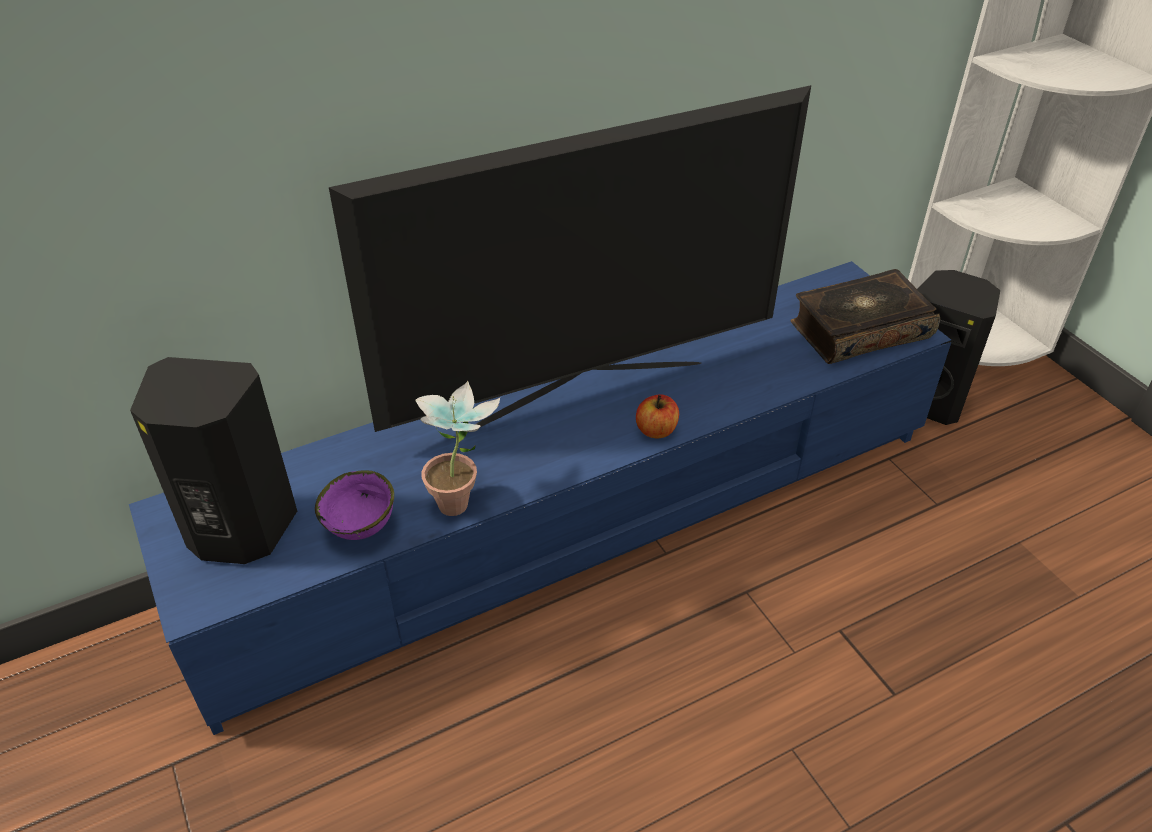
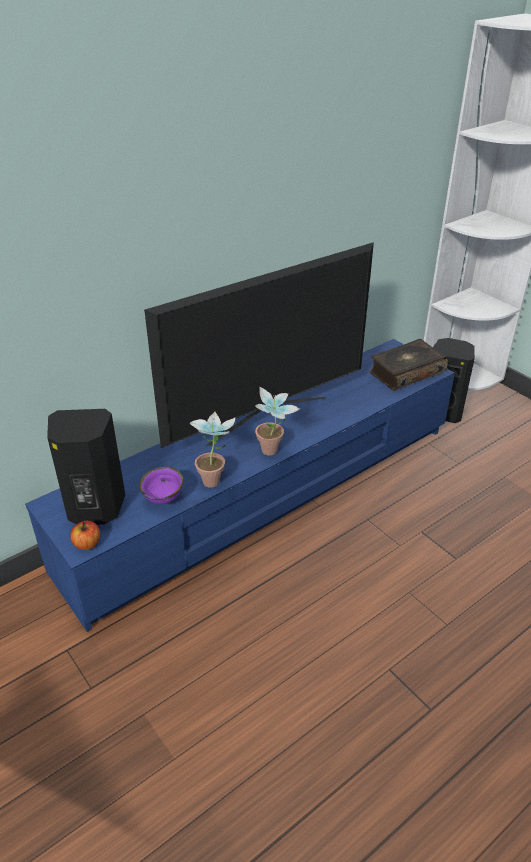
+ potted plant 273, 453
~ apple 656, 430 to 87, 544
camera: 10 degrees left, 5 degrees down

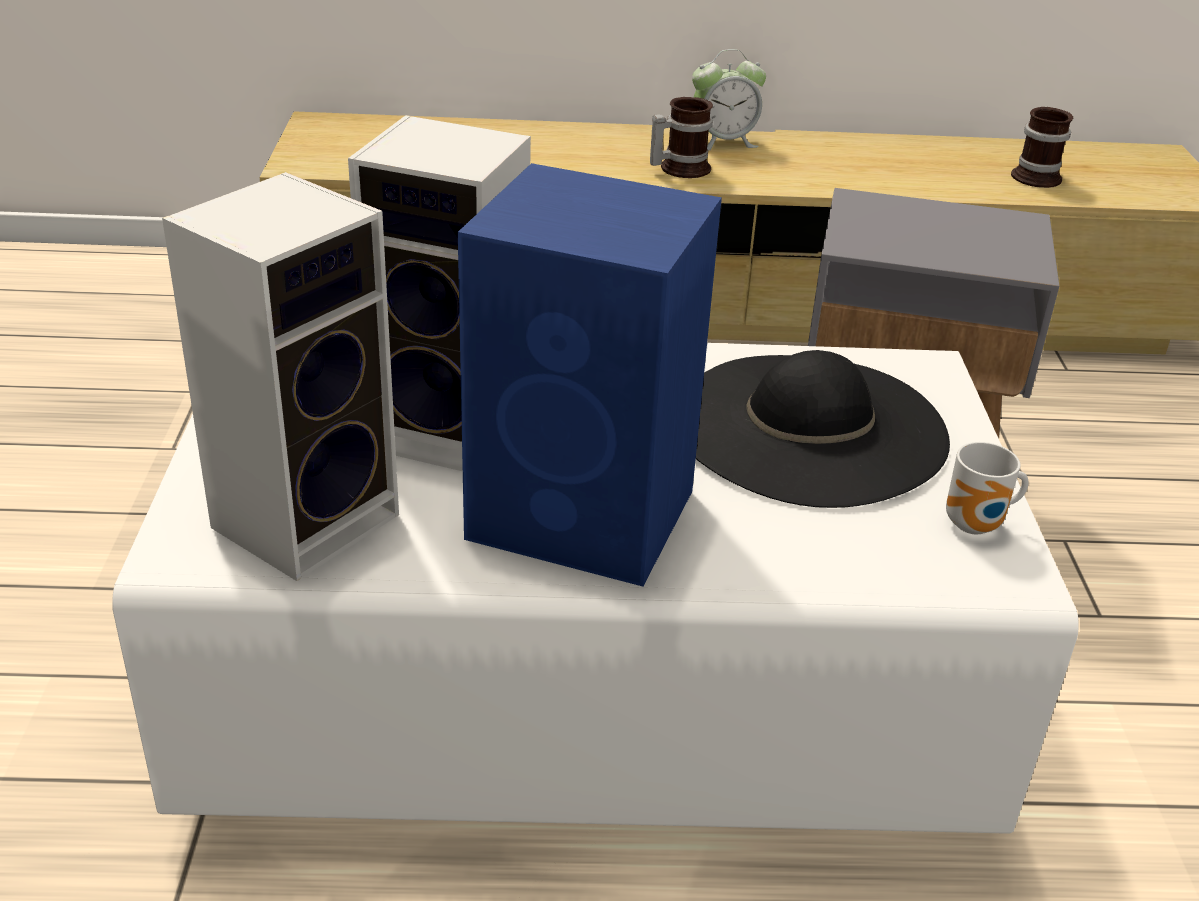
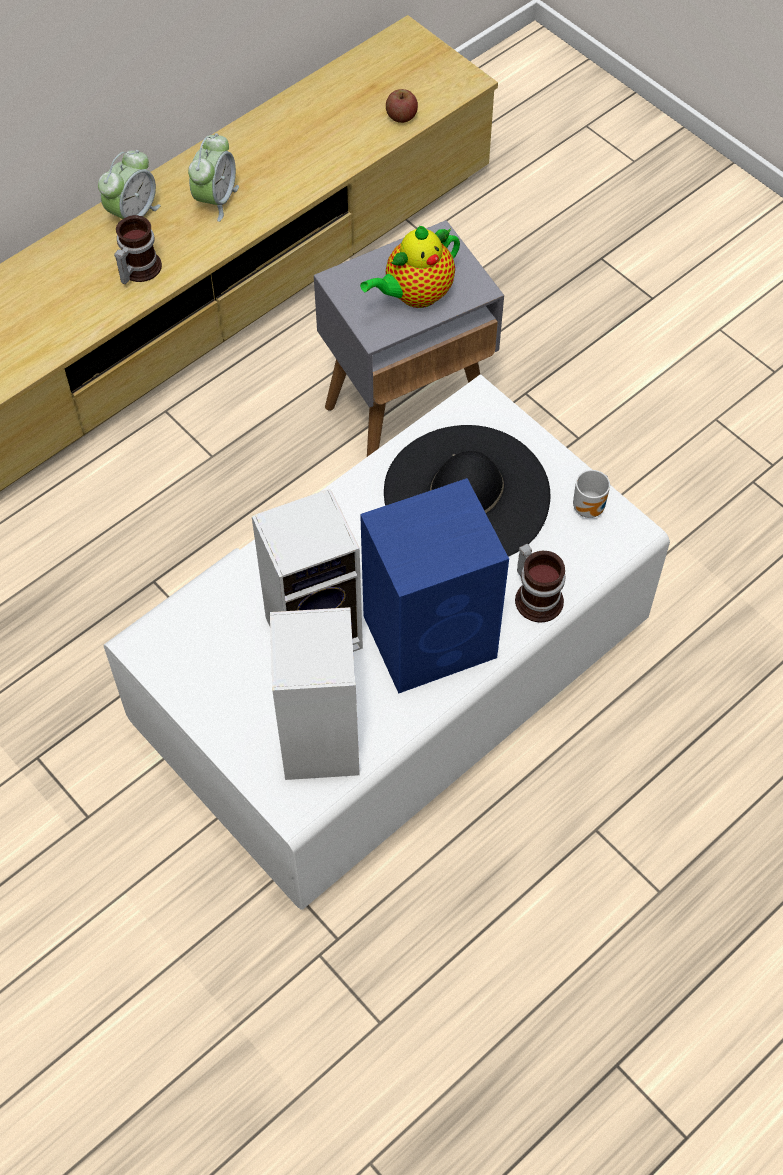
+ alarm clock 216, 200
+ teapot 415, 295
+ apple 401, 116
~ mug 1038, 176 to 538, 596
camera: 40 degrees left, 25 degrees up

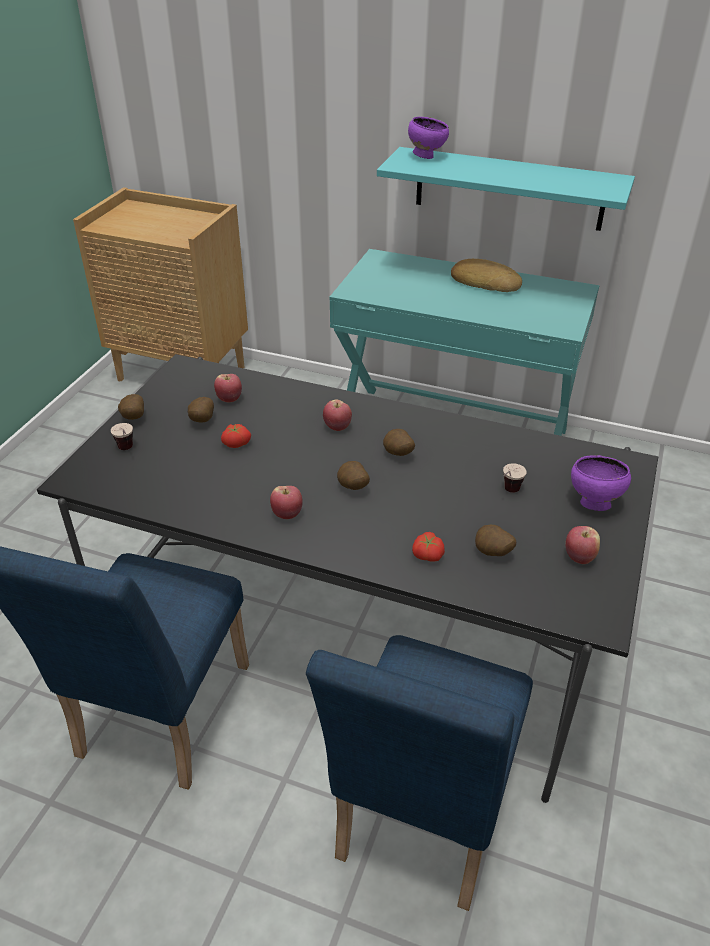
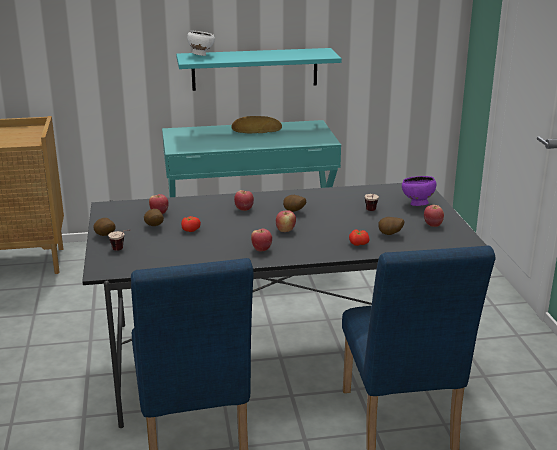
~ potato 352, 488 to apple 285, 230
~ bowl (purple) 426, 156 to bowl (white) 201, 55
camera: 30 degrees left, 15 degrees down

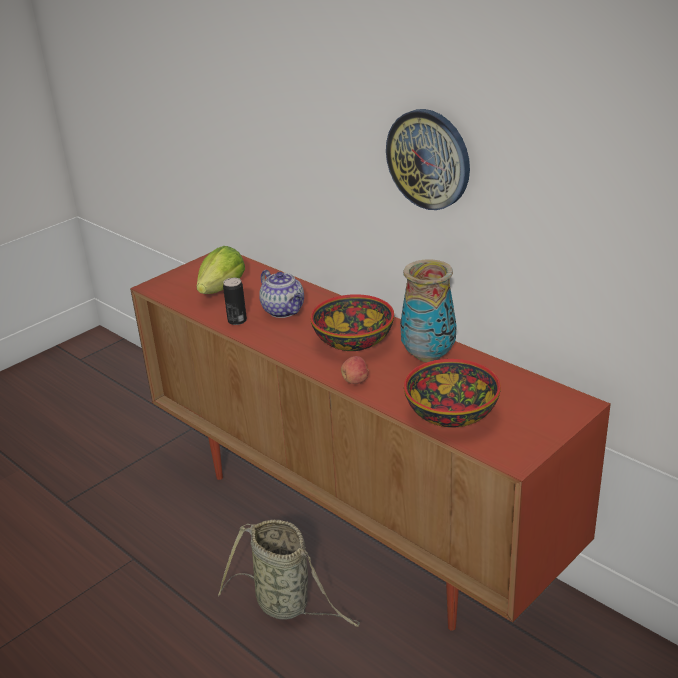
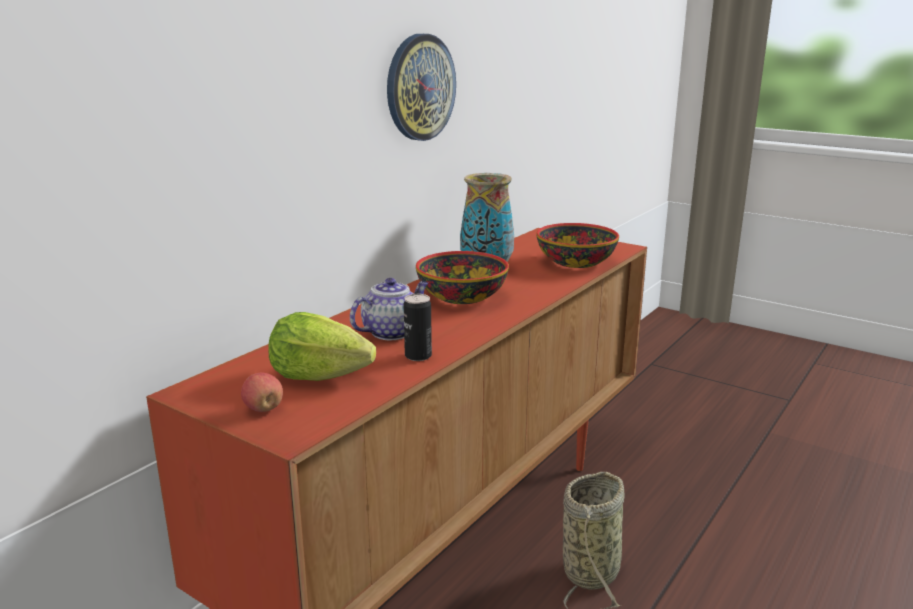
~ apple 355, 381 to 263, 409
camera: 100 degrees left, 10 degrees down

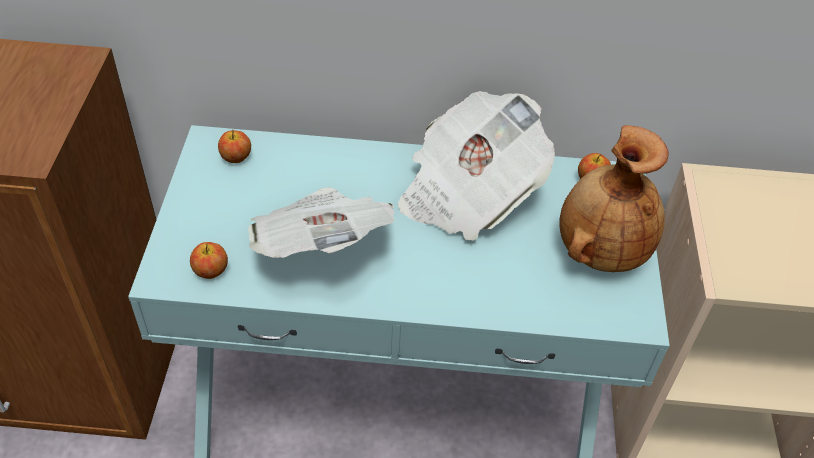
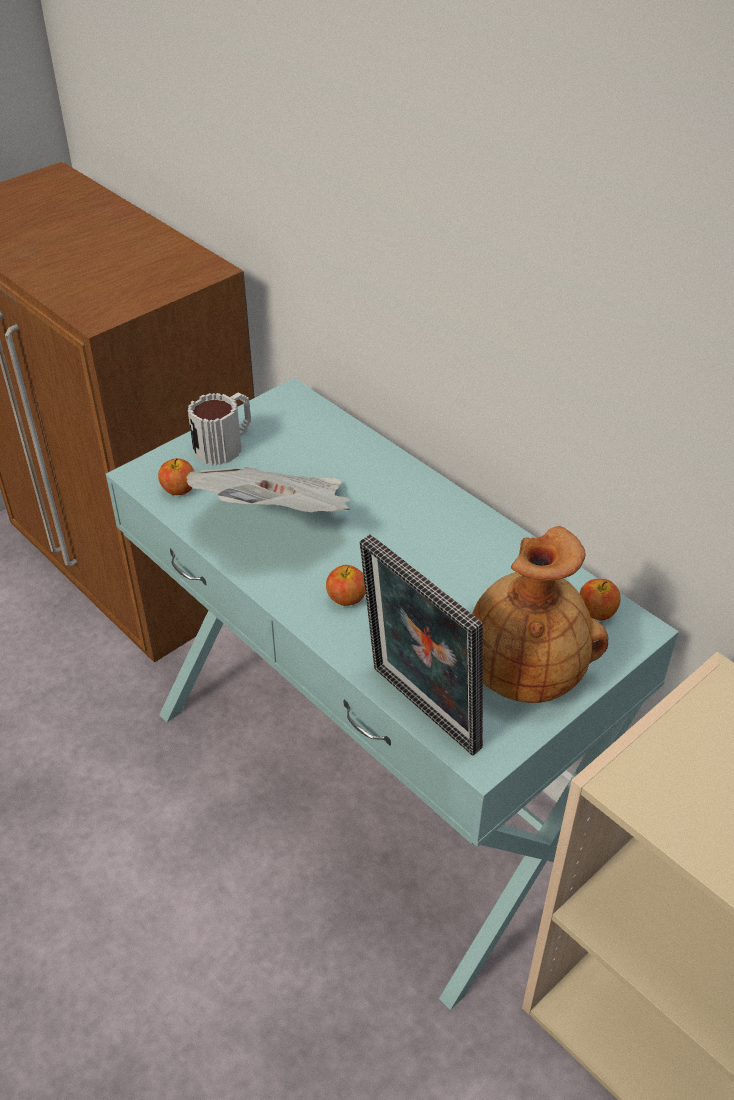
- newspaper 468, 192
+ mug 225, 445
+ picture frame 419, 712
~ apple 236, 157 to 346, 598
camera: 45 degrees right, 5 degrees down

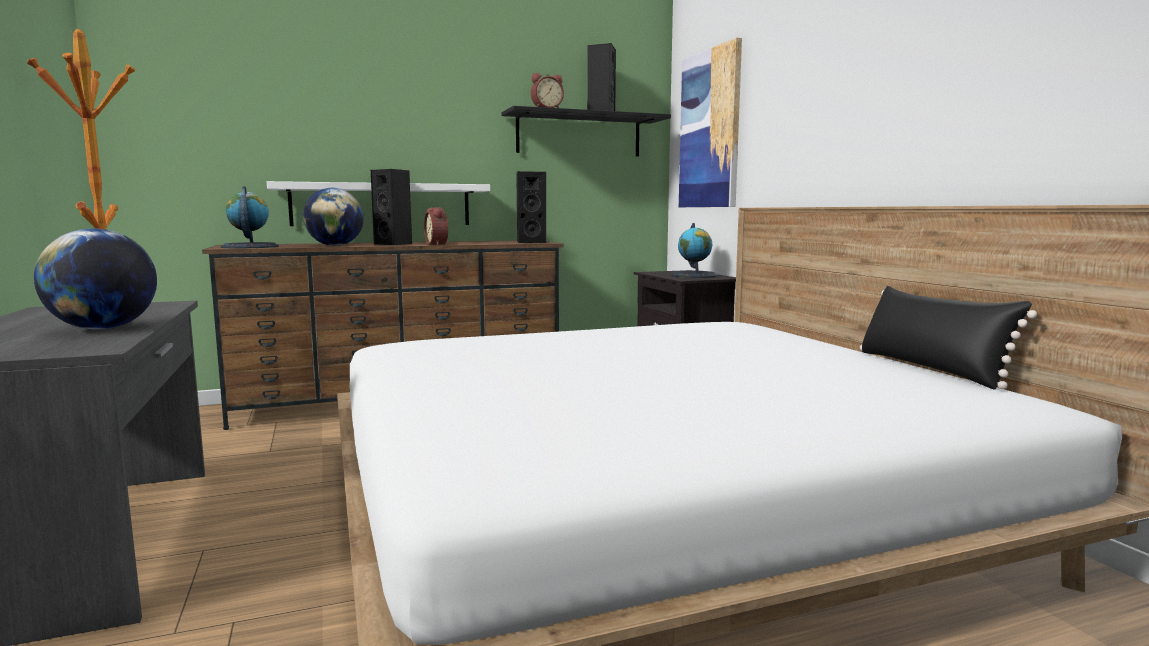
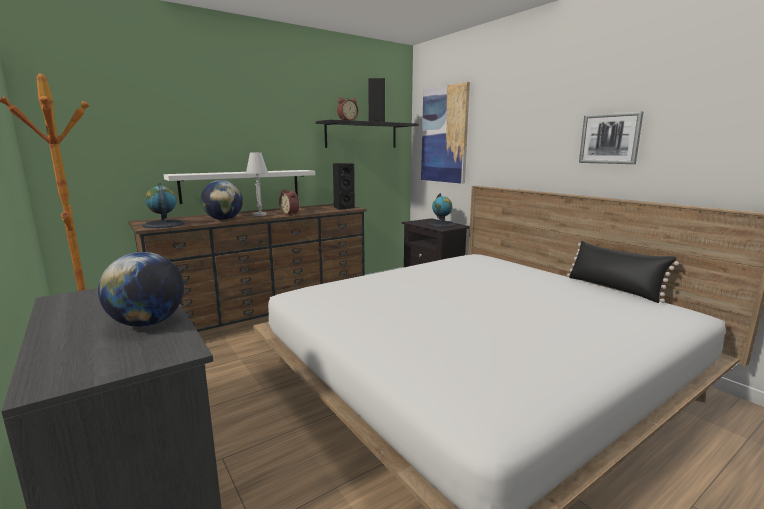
+ picture 610, 138
~ speaker (black) 394, 244 to table lamp (white) 260, 214
camera: 15 degrees left, 5 degrees up

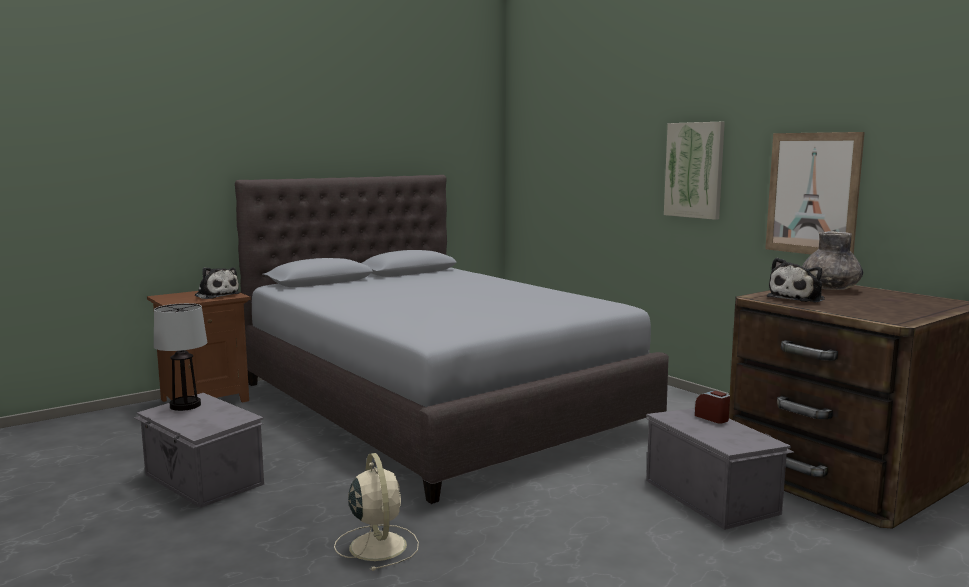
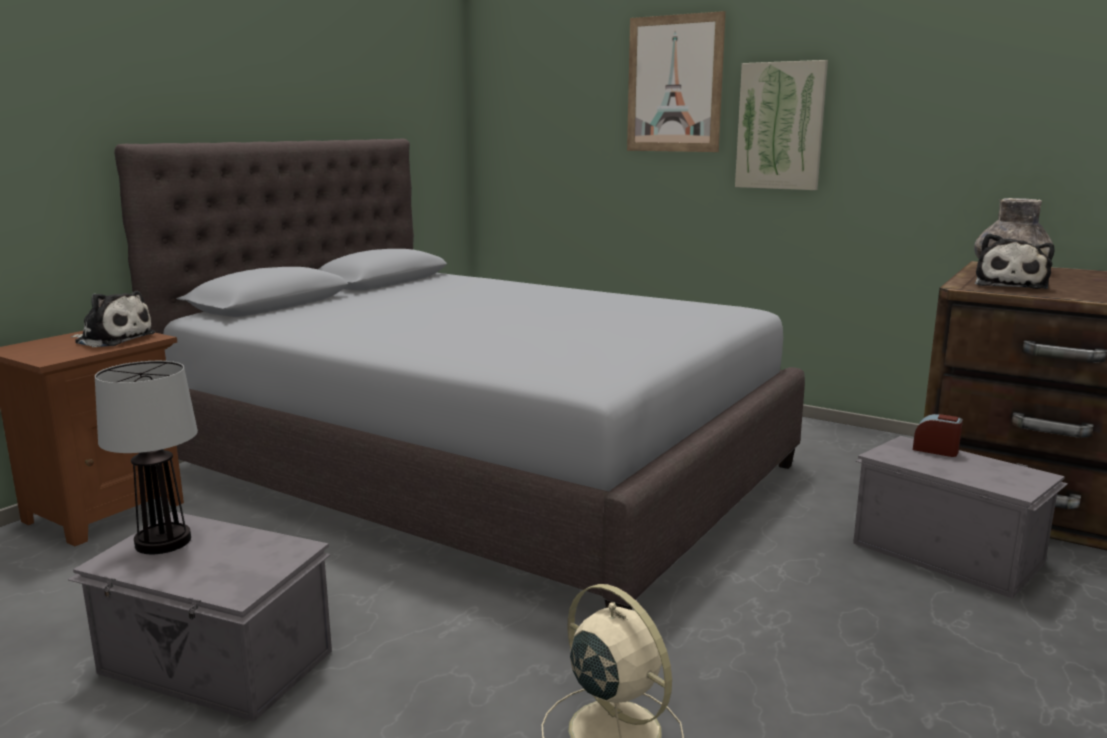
~ picture 812, 194 to 674, 84
camera: 20 degrees left, 5 degrees up

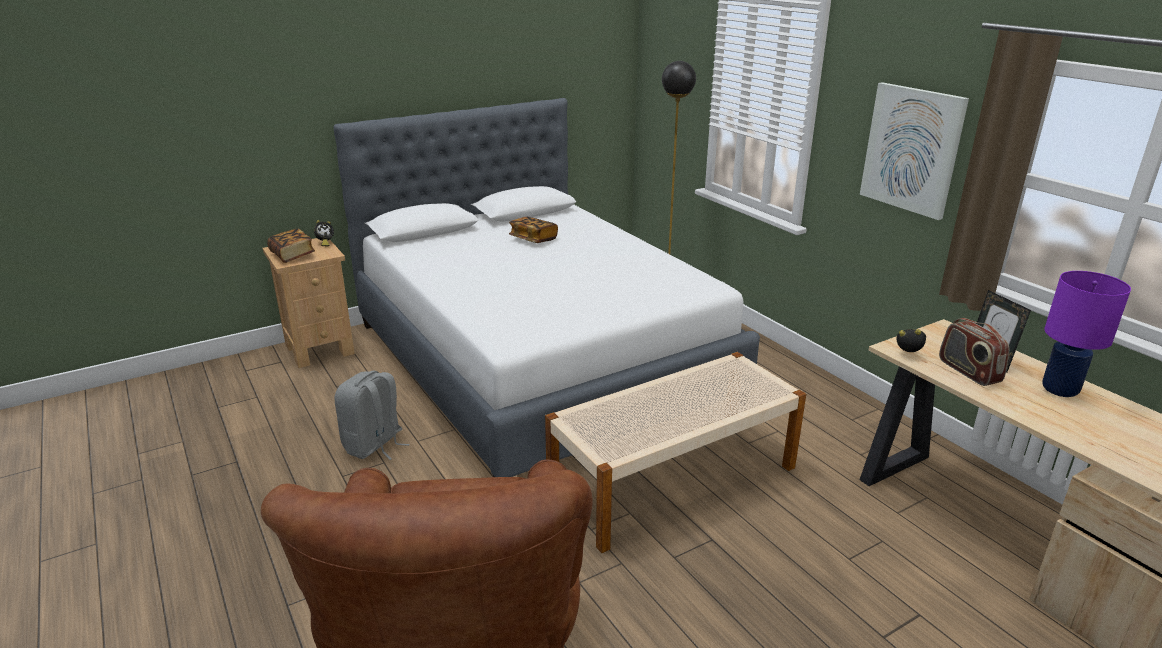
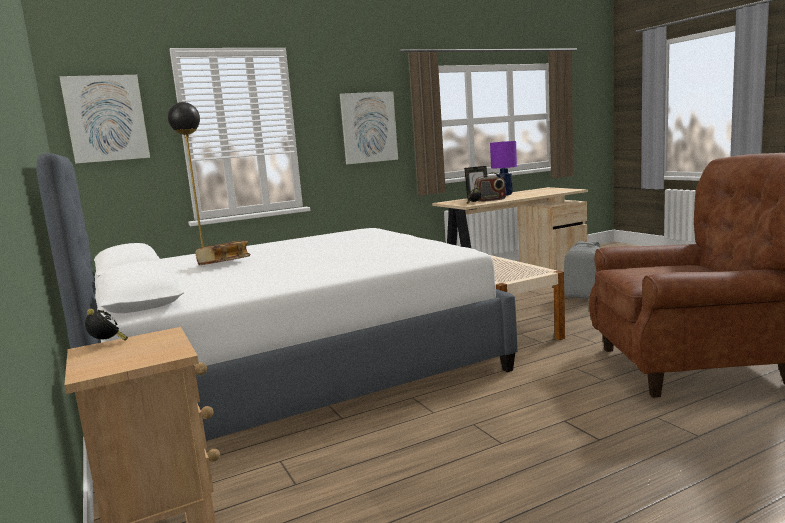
- book 292, 255
+ picture 106, 118
~ backpack (grey) 374, 445 to 585, 296
camera: 85 degrees left, 15 degrees down

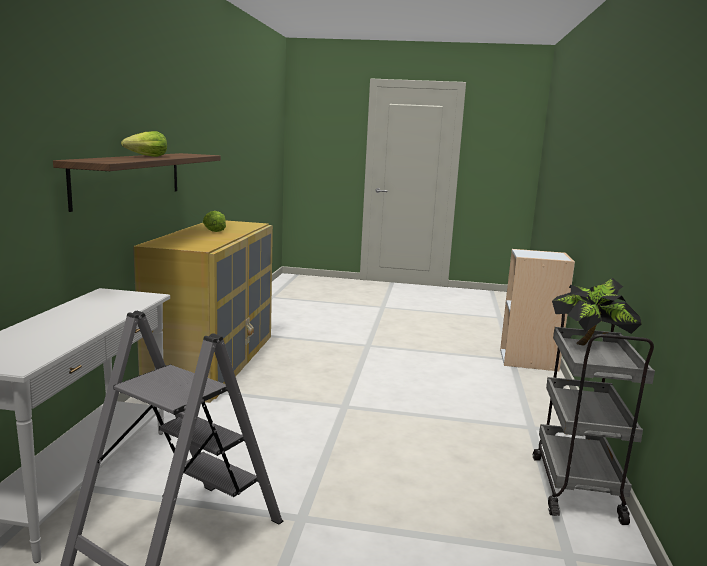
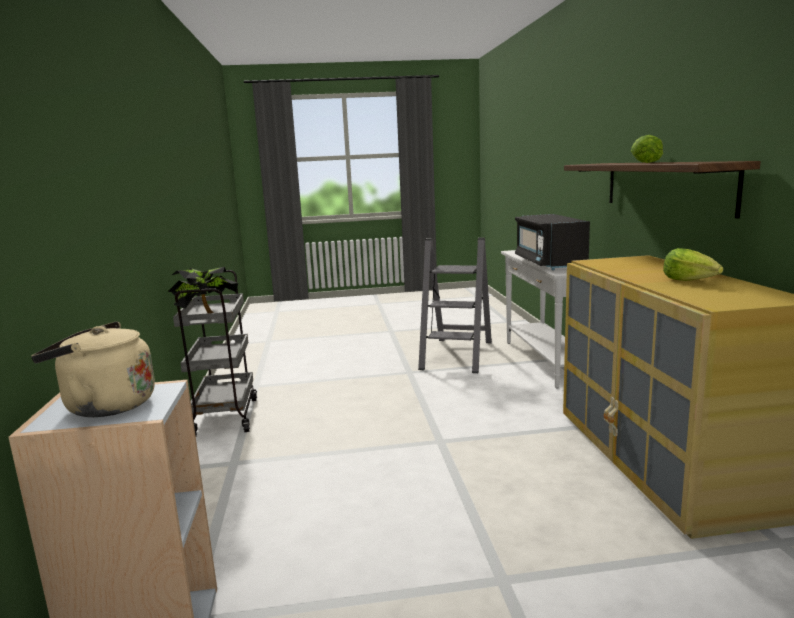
+ kettle (beige) 105, 406
+ microwave (black) 549, 263
camera: 165 degrees right, 0 degrees up

